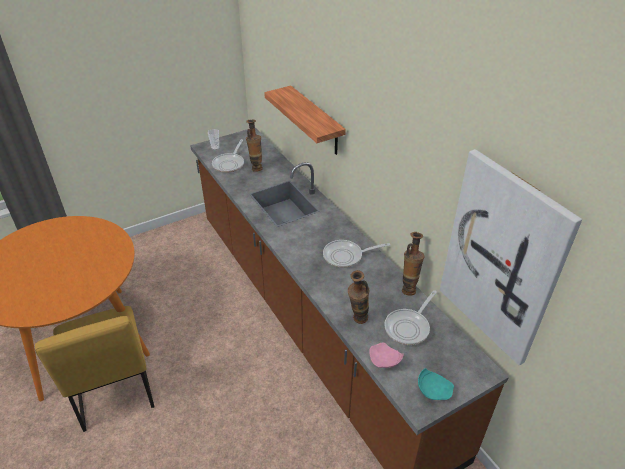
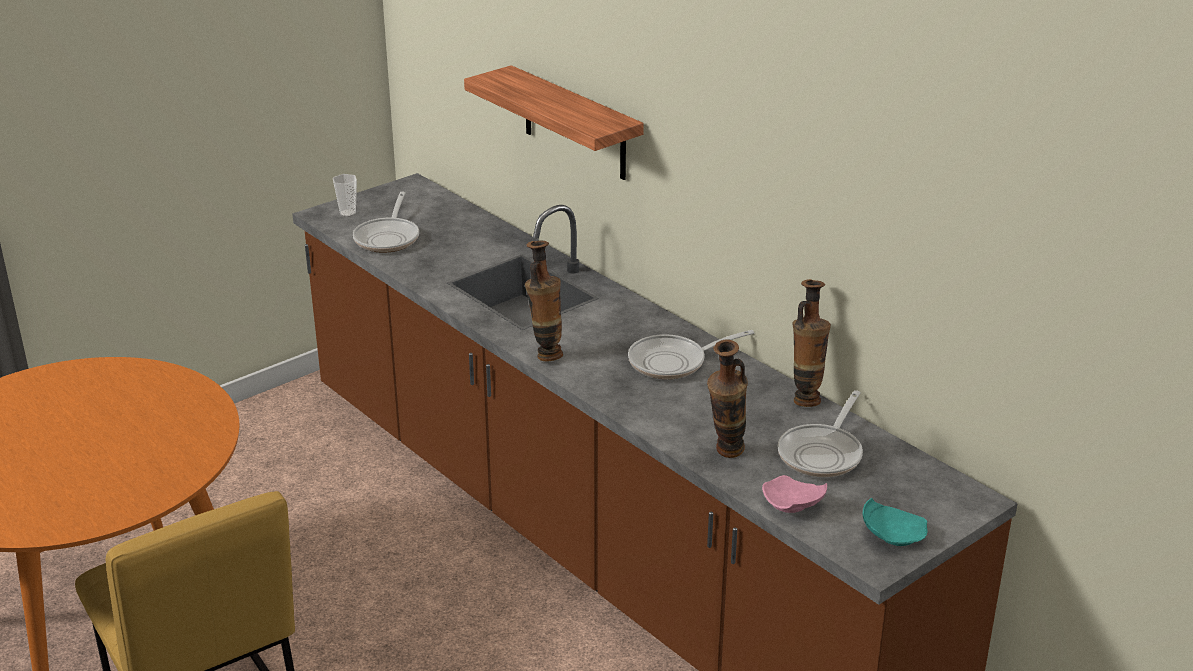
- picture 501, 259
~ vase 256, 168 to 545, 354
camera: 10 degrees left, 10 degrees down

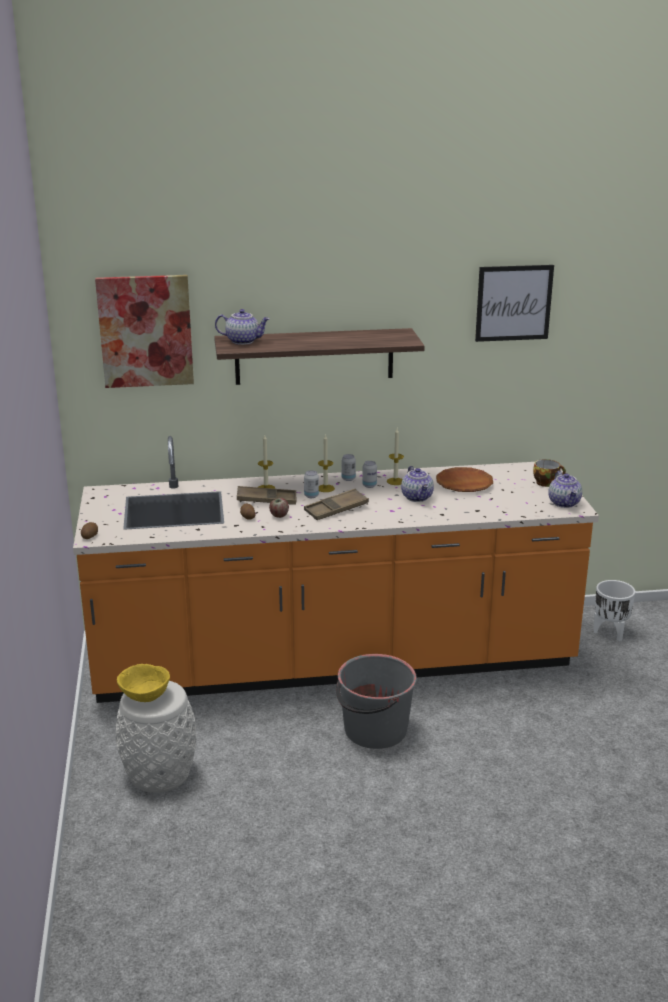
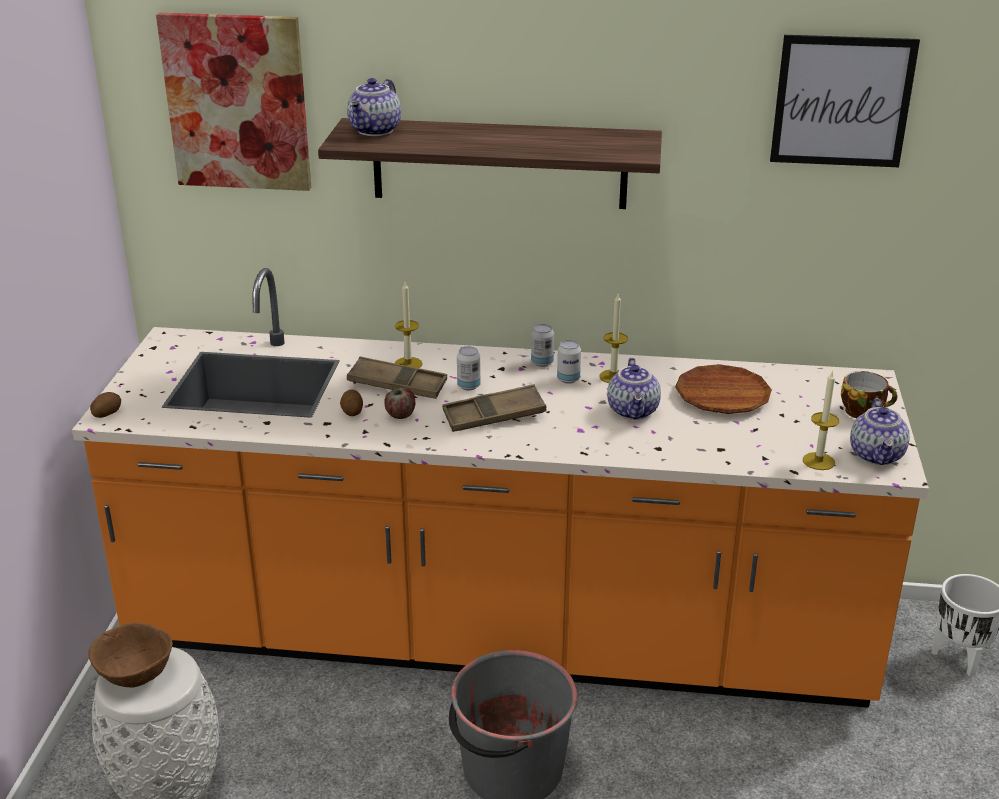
~ candle 325, 488 to 818, 461
~ bowl (yellow) 144, 696 to bowl (brown) 134, 675
~ teapot 243, 341 = 376, 131 90 degrees clockwise
camera: 15 degrees right, 5 degrees up

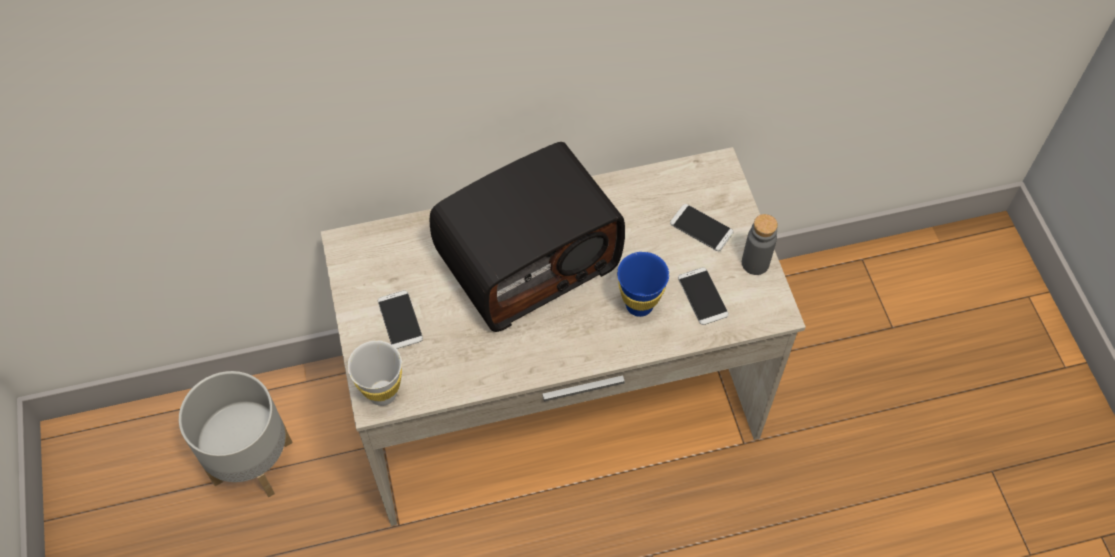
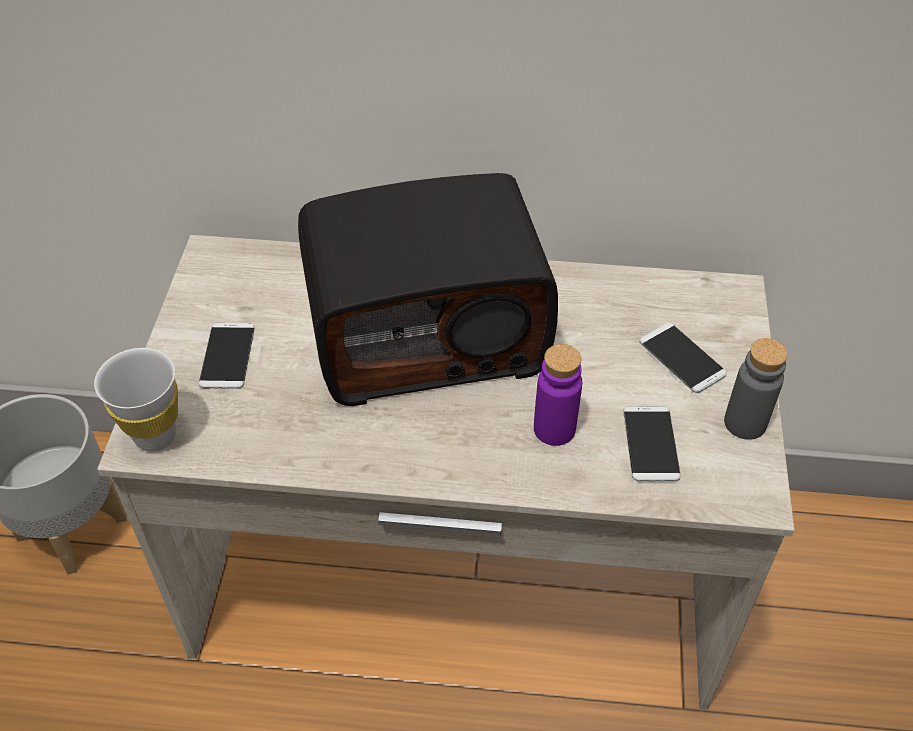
~ cup (blue) 639, 305 to bottle (purple) 554, 429
camera: 20 degrees right, 10 degrees down

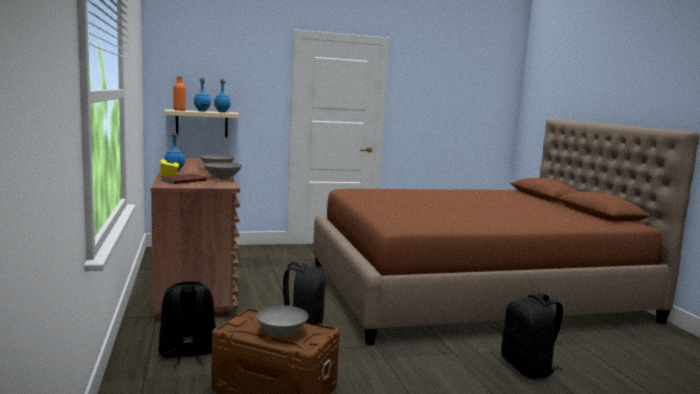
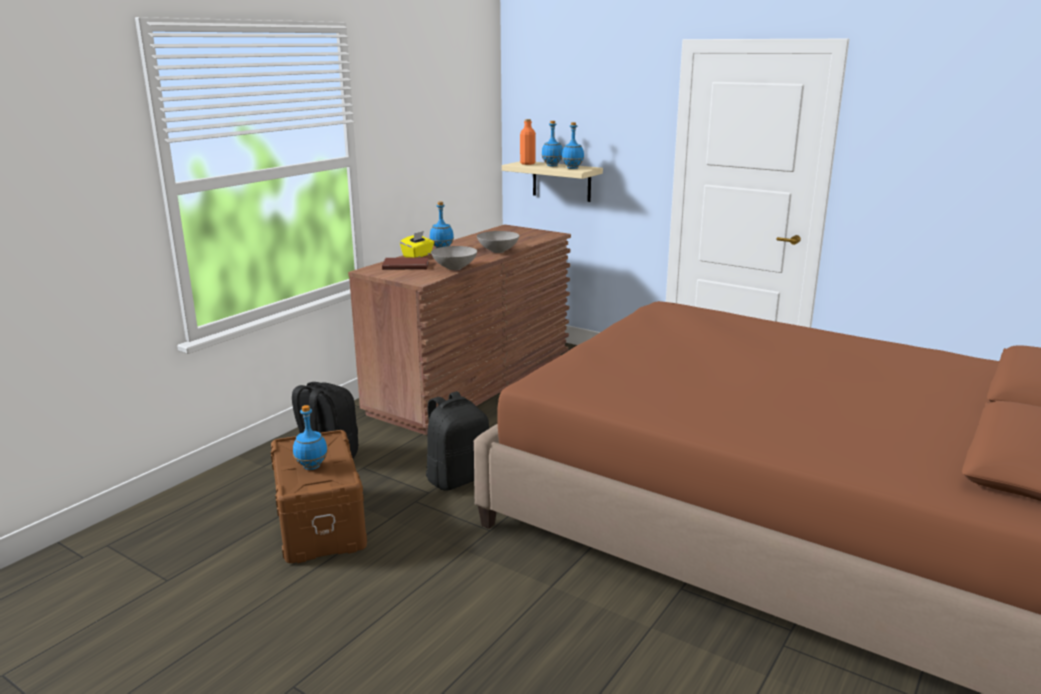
- backpack (black) 528, 368
~ bowl (grey) 281, 333 to bottle (blue) 311, 466
camera: 50 degrees right, 10 degrees up

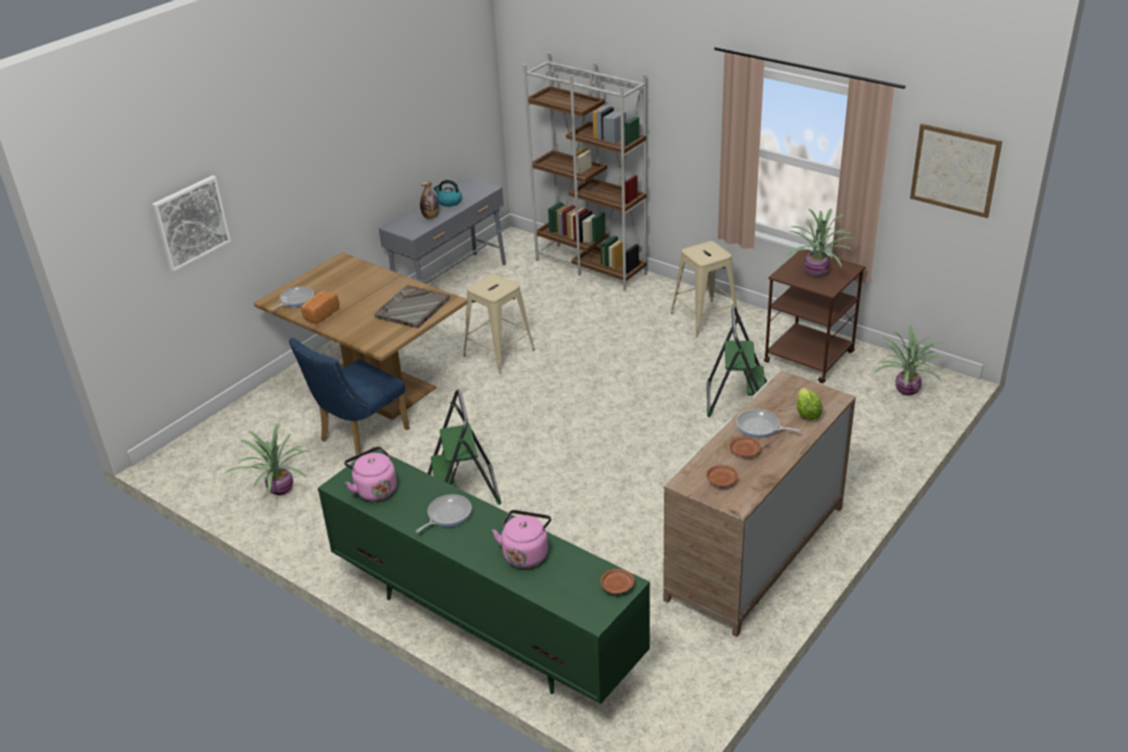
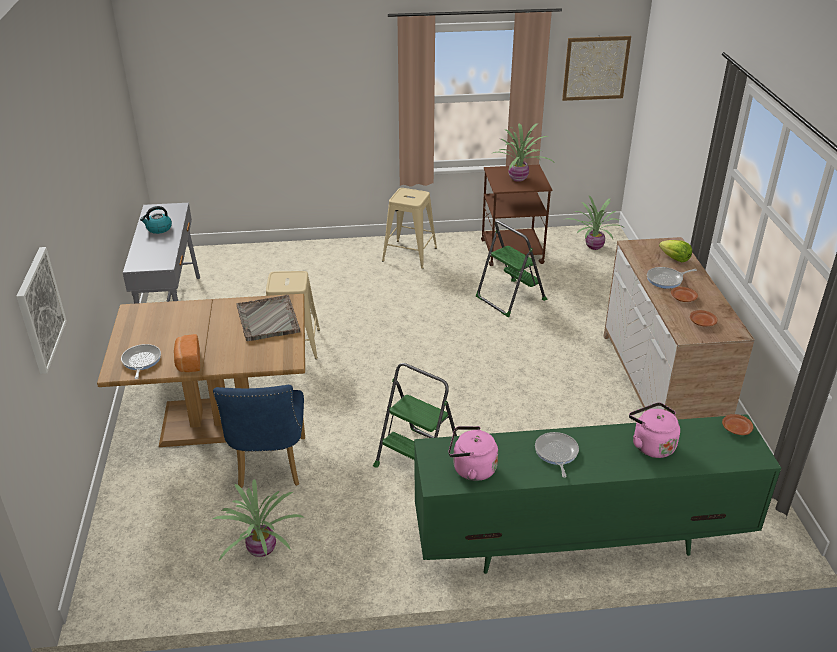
- bottle 430, 217
- bookcase (brown) 591, 267
camera: 45 degrees left, 0 degrees up

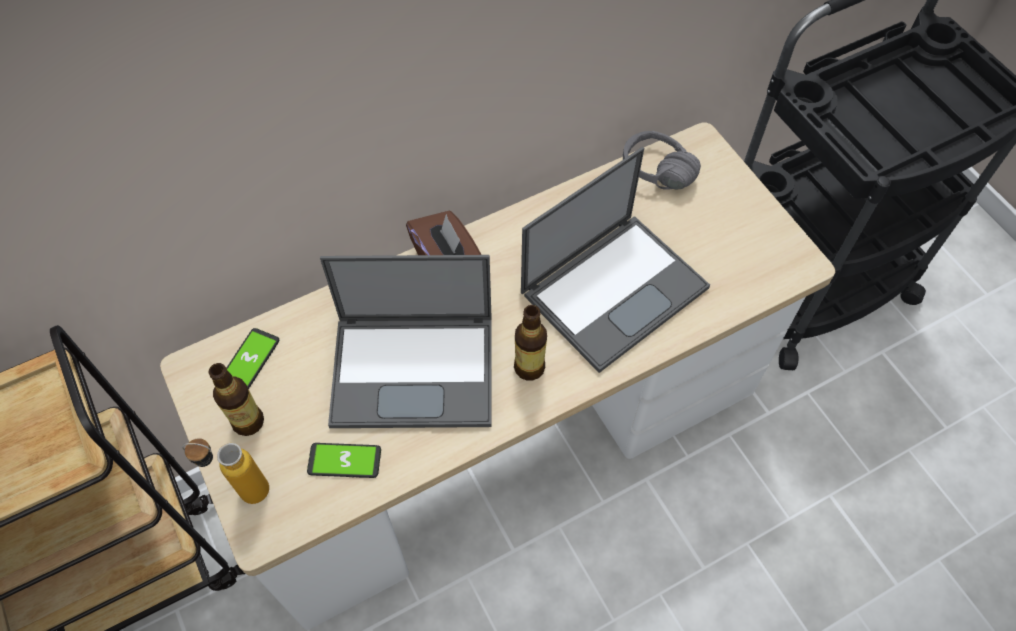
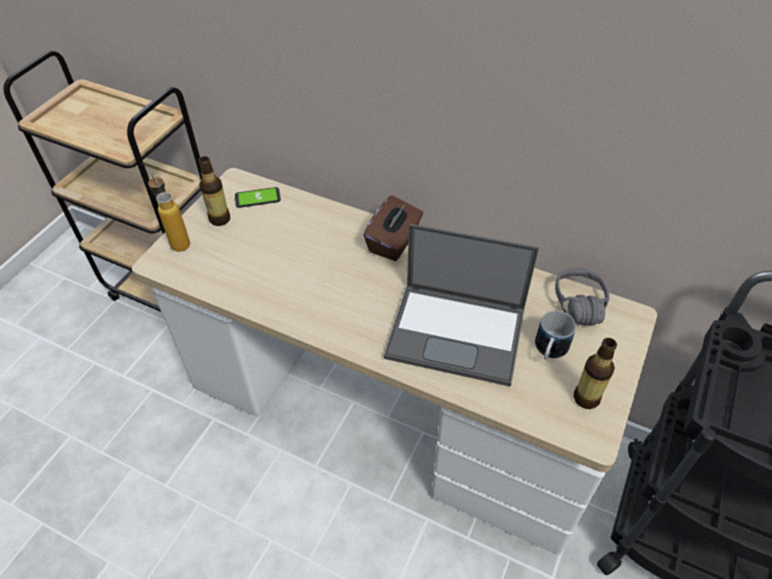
- phone 344, 461
- laptop 415, 369
+ mug 549, 351
~ bottle 529, 367 to 586, 398
camera: 55 degrees right, 10 degrees down

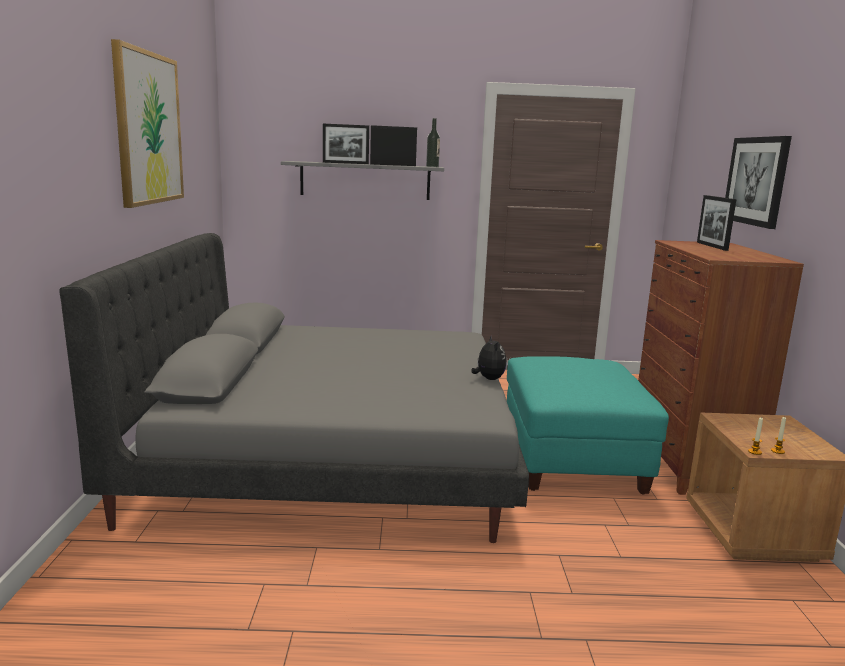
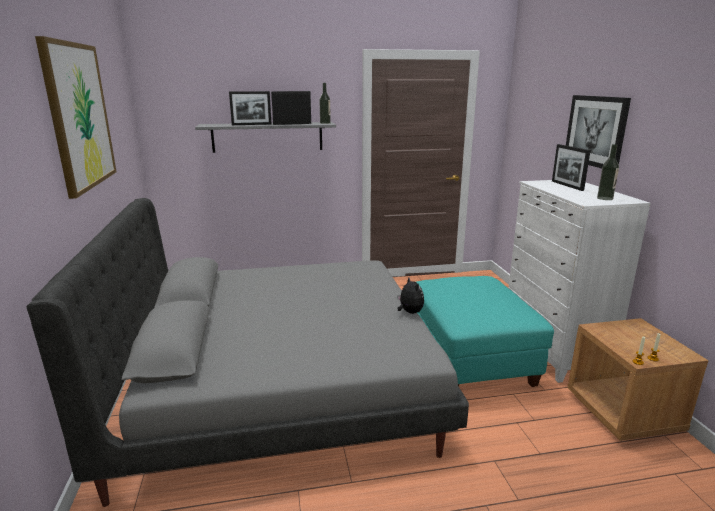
+ bottle 605, 198
~ dresser (brown) 688, 464 to dresser (white) 553, 351
camera: 10 degrees left, 5 degrees up

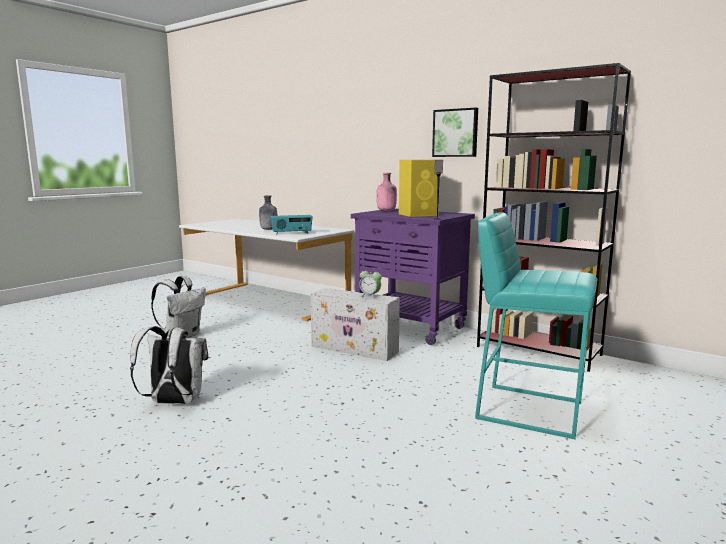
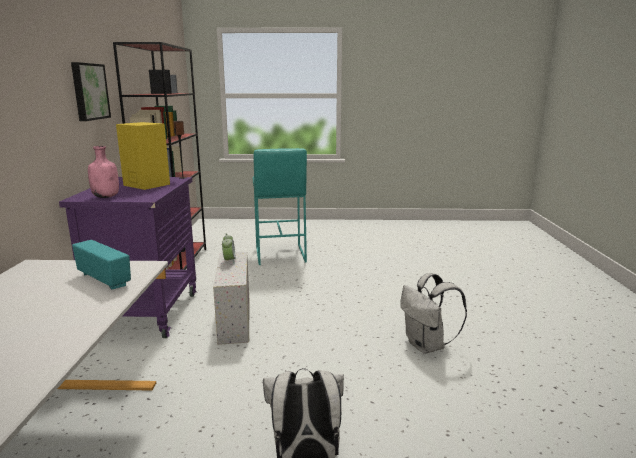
- bottle (grey) 268, 229
camera: 125 degrees left, 5 degrees up

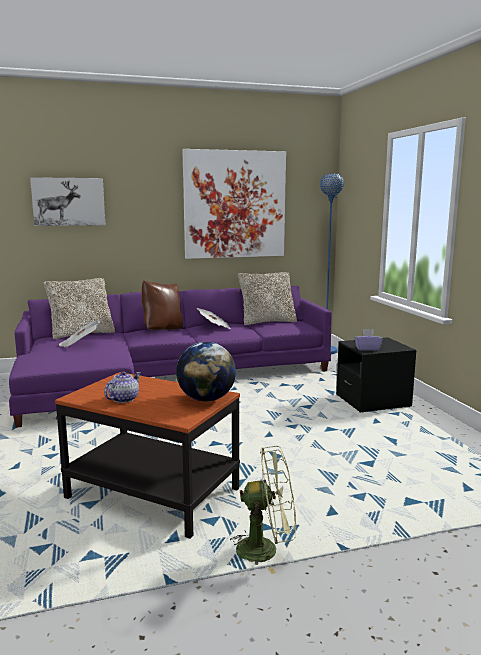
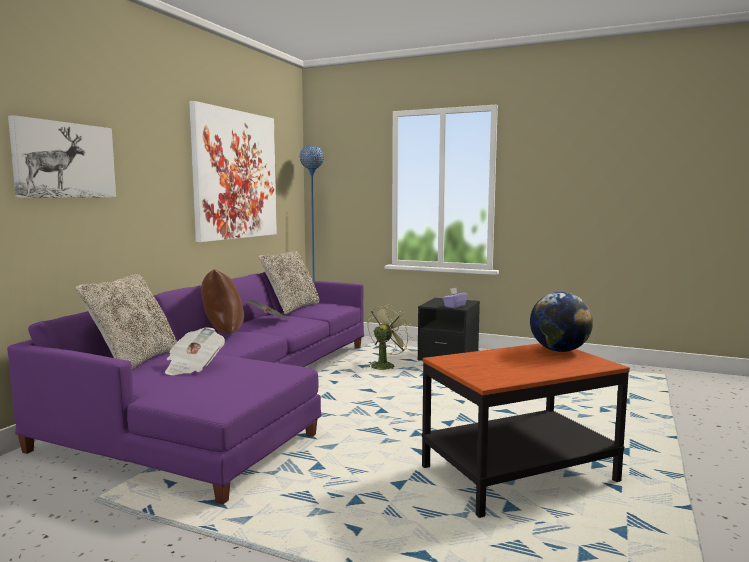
- teapot 123, 399
~ fan (green) 266, 549 to 385, 365
camera: 50 degrees left, 5 degrees down

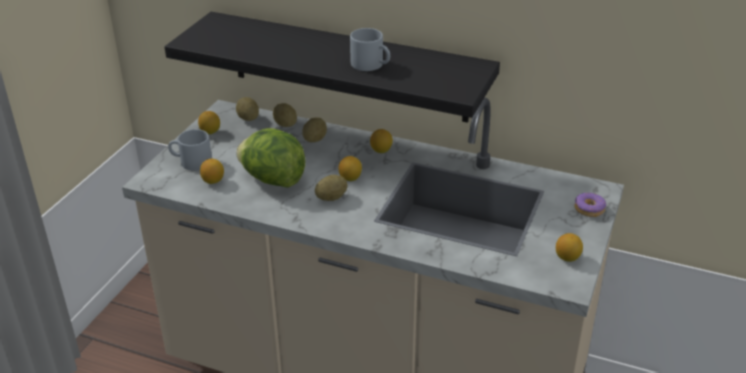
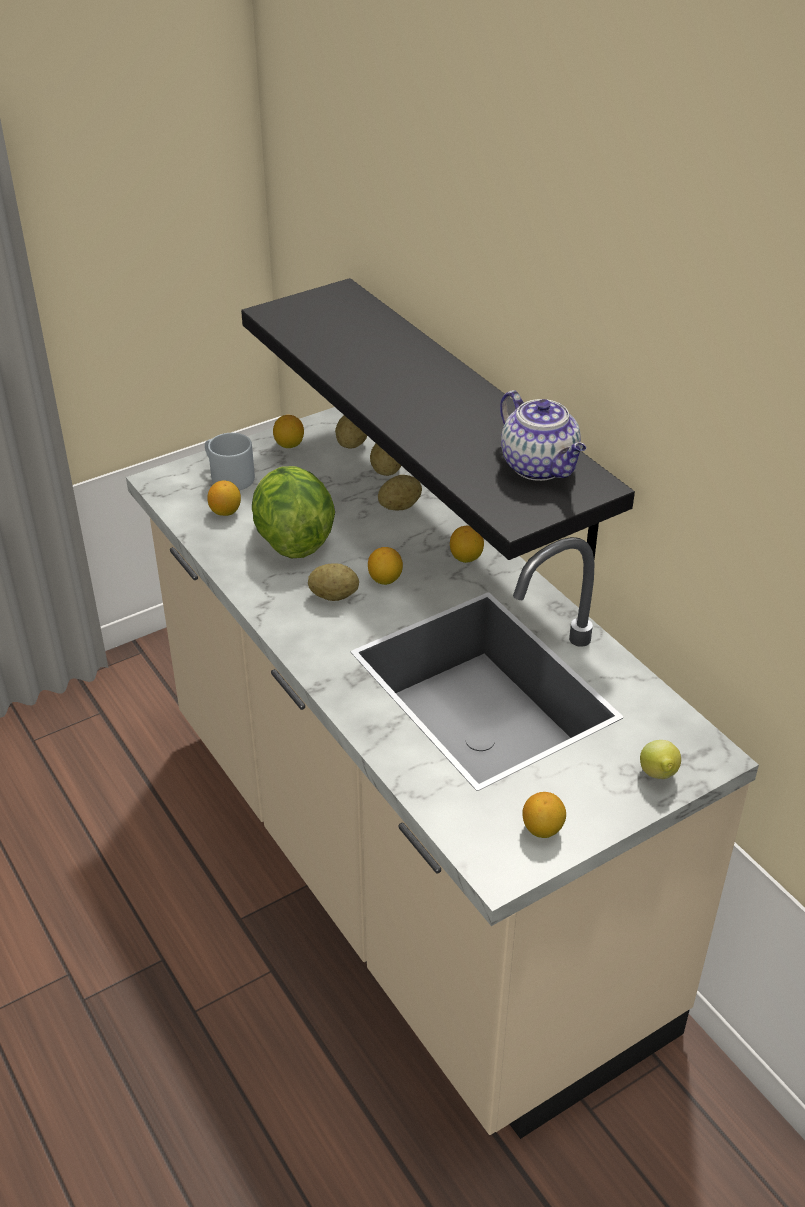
- mug (grey) 372, 65
+ teapot 540, 467
~ donut 589, 209 to lemon 658, 776
camera: 35 degrees right, 5 degrees up

